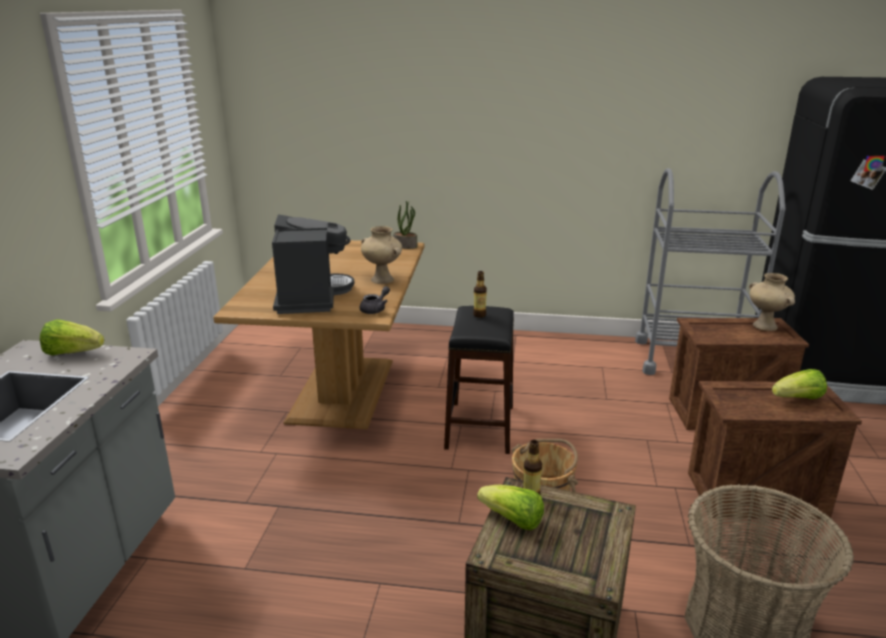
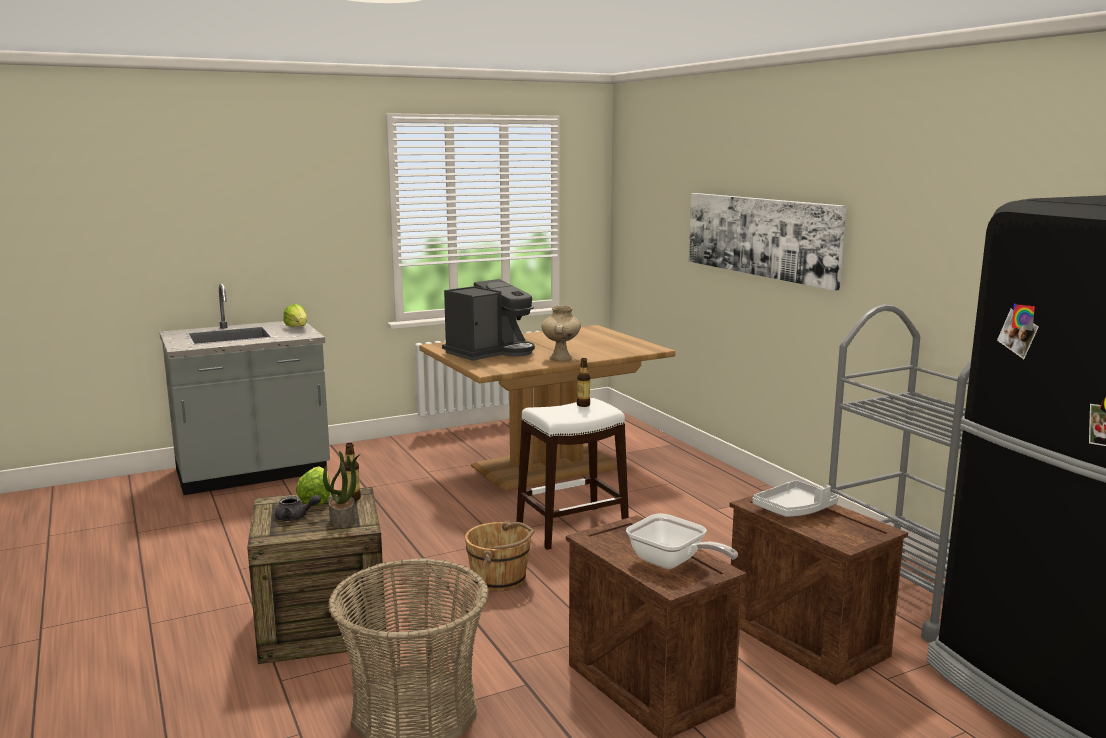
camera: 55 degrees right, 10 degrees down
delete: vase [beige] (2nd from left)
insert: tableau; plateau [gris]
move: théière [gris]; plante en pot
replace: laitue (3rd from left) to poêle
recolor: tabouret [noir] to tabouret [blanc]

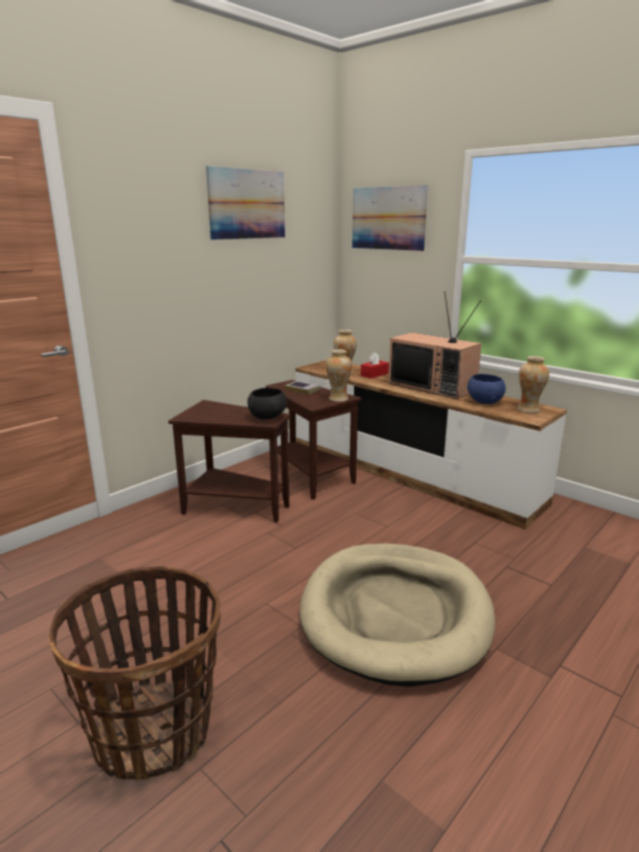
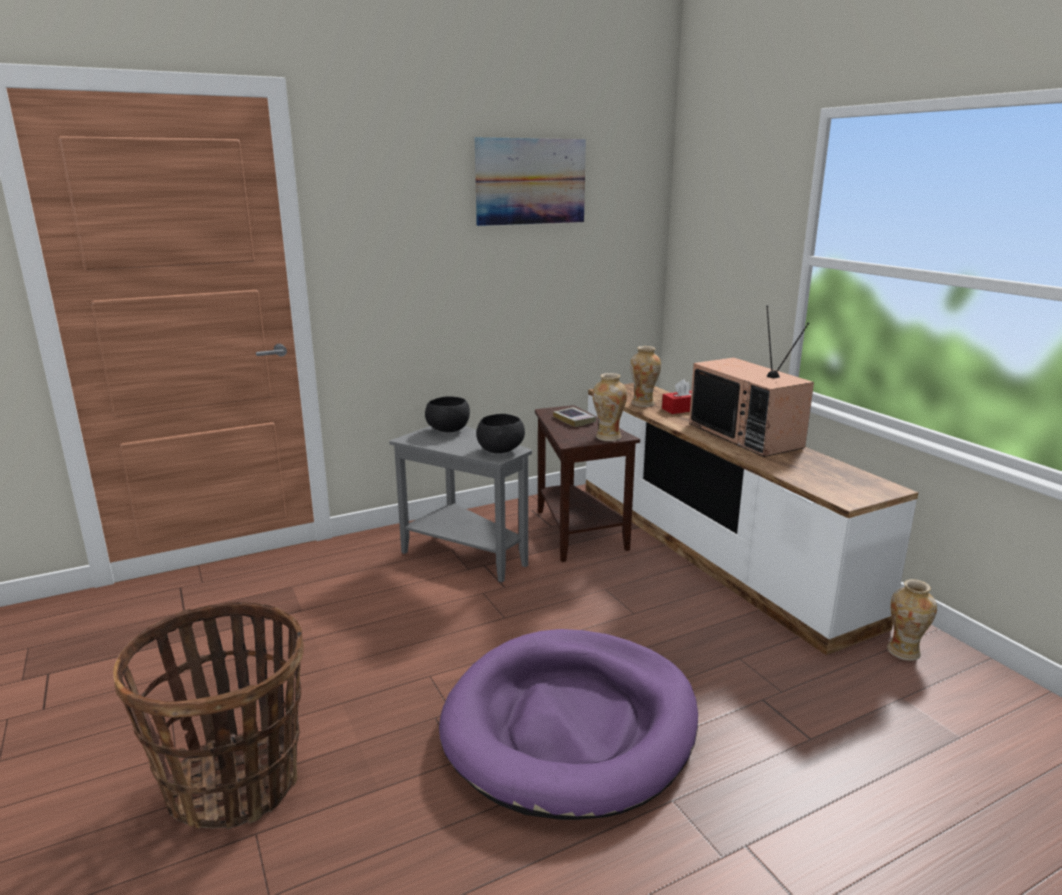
camera: 20 degrees right, 0 degrees up
delete: tableau (2nd from left); bol [bleu]
insert: bol [noir] (1st from left)
move: vase (3rd from left)
recolor: table d'appoint [marron] (1st from left) to table d'appoint [gris]; panier pour chien [beige] to panier pour chien [violet]

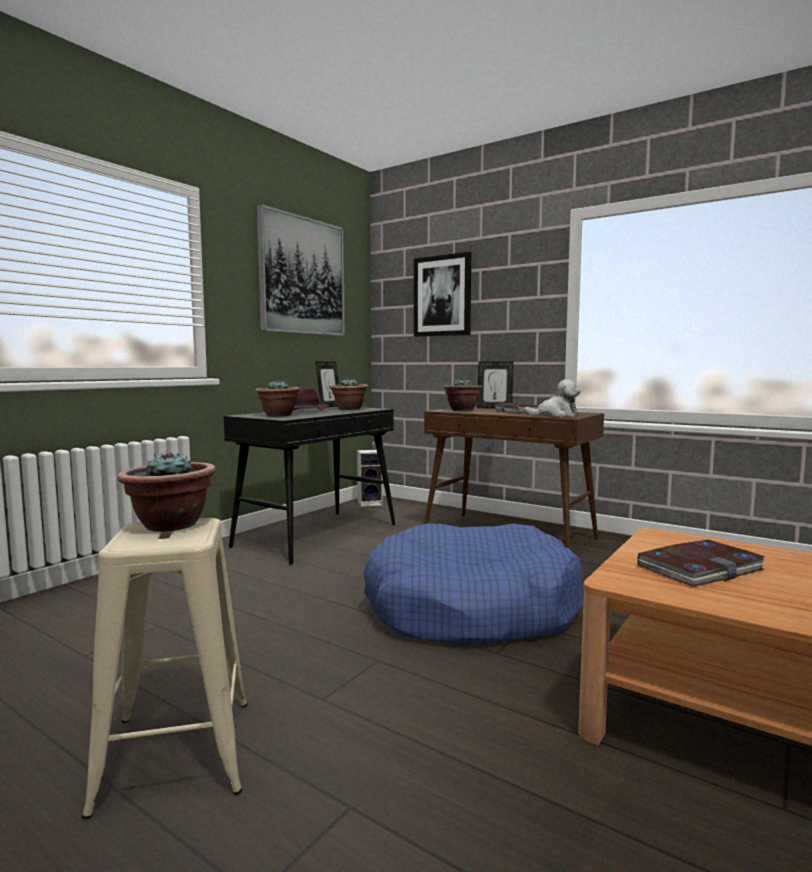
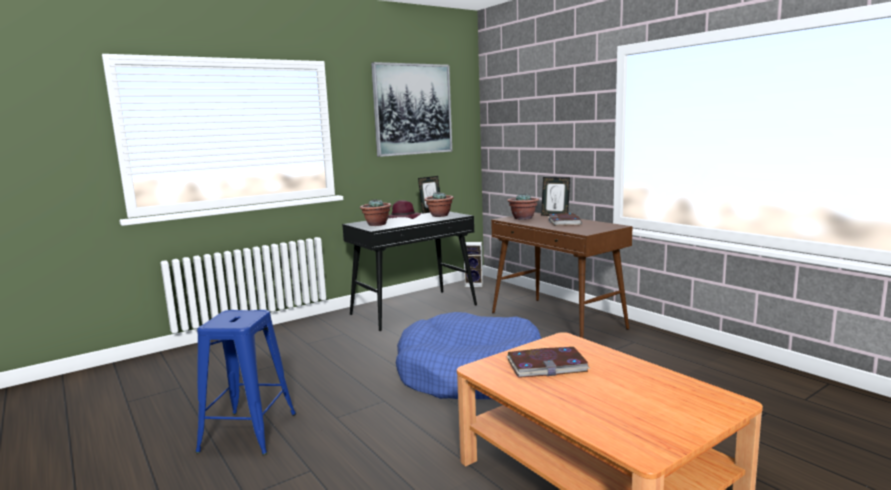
camera: 20 degrees right, 5 degrees up
delete: plante en pot (1st from left); tableau (2nd from left); peluche
recolor: tabouret [beige] to tabouret [bleu]

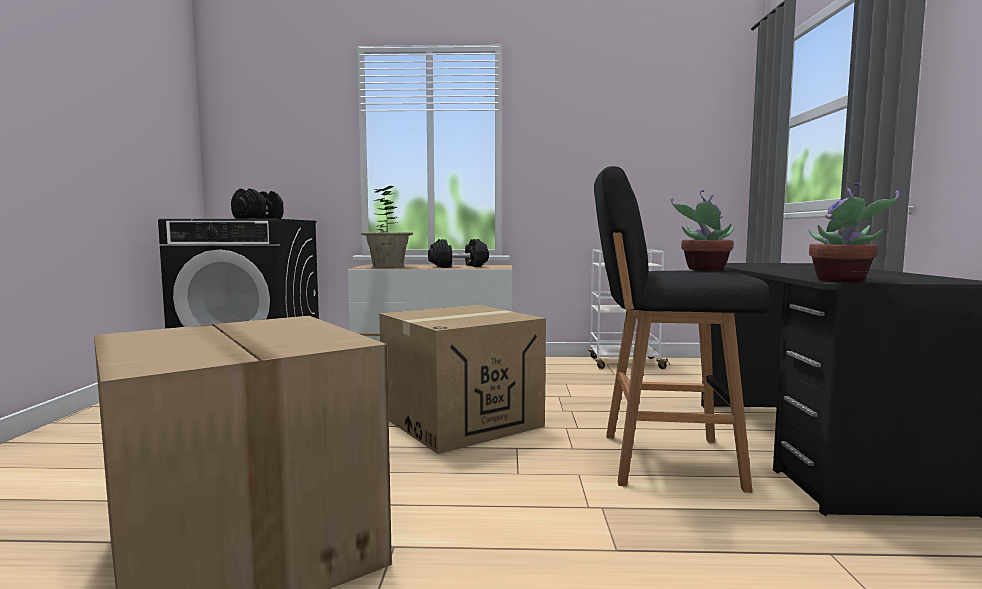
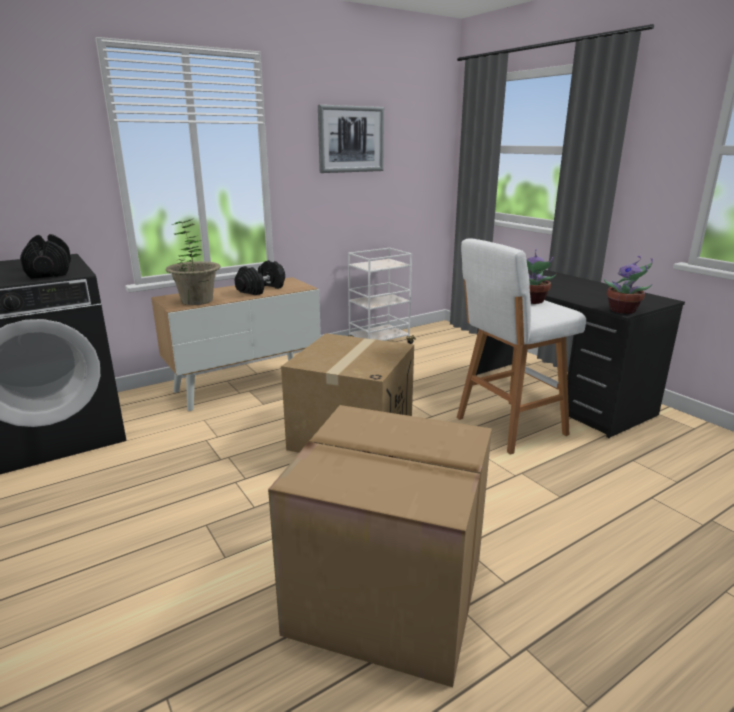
camera: 35 degrees left, 15 degrees up
insert: tableau
recolor: tabouret [noir] to tabouret [blanc]

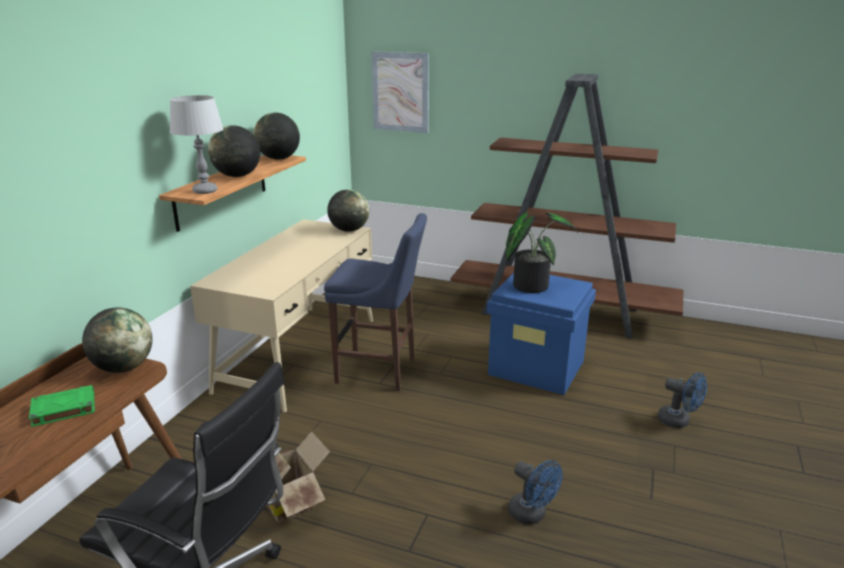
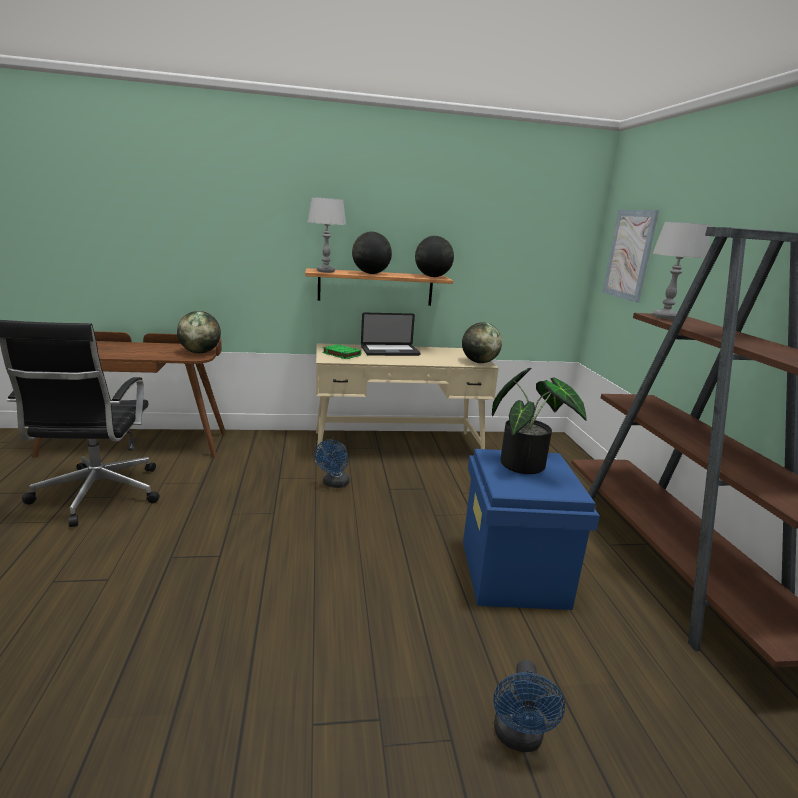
camera: 60 degrees right, 5 degrees down
delete: carton; tabouret [bleu]
insert: ordinateur portable; lampe de table [gris] (2nd from left)
move: ventilateur [bleu] (1st from left); livre [vert]

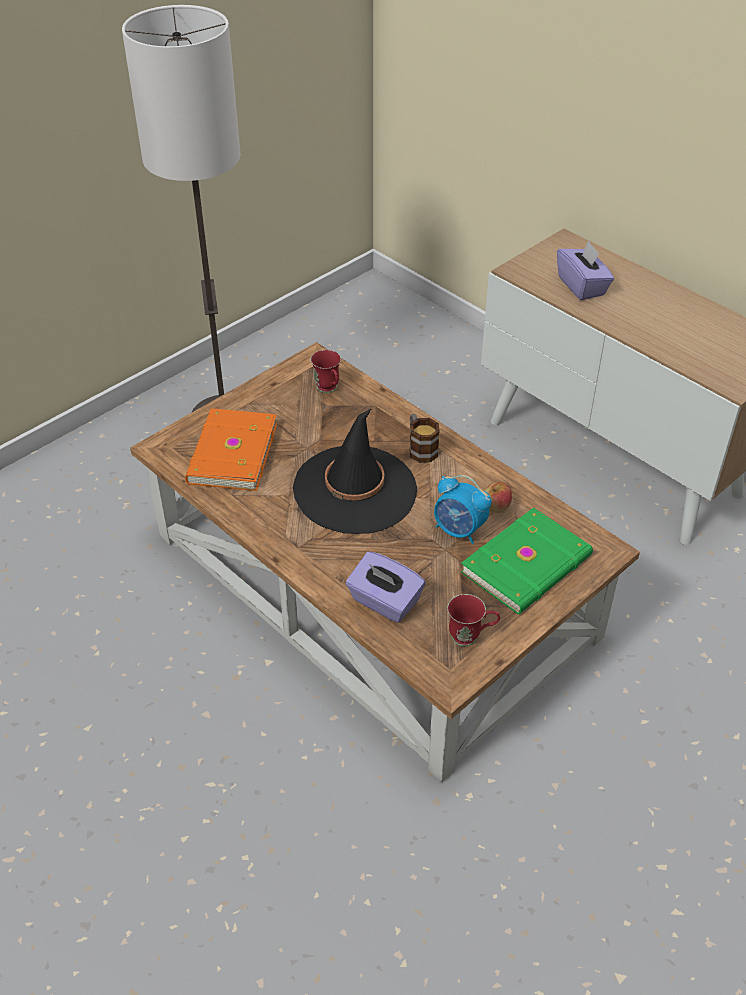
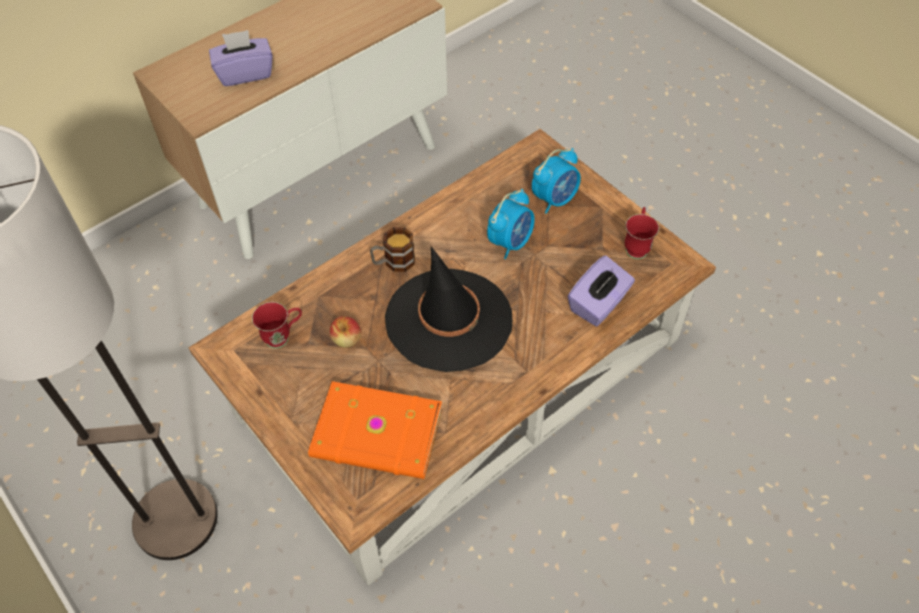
camera: 85 degrees left, 10 degrees up
move: pomme
replace: livre [vert] to réveil (2nd from left)

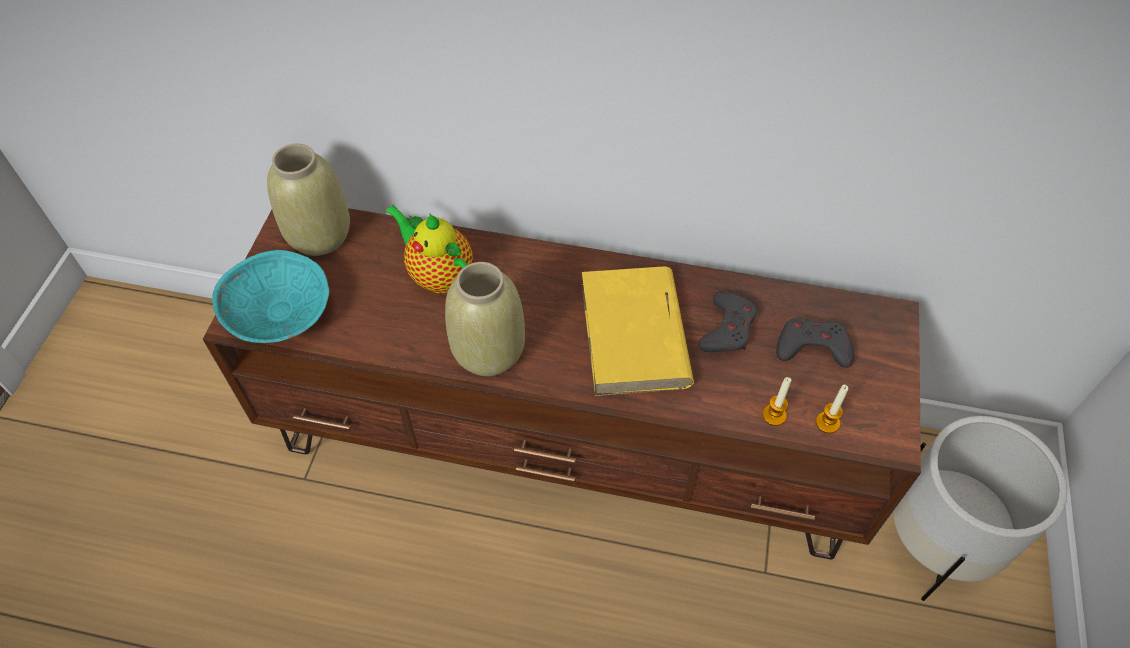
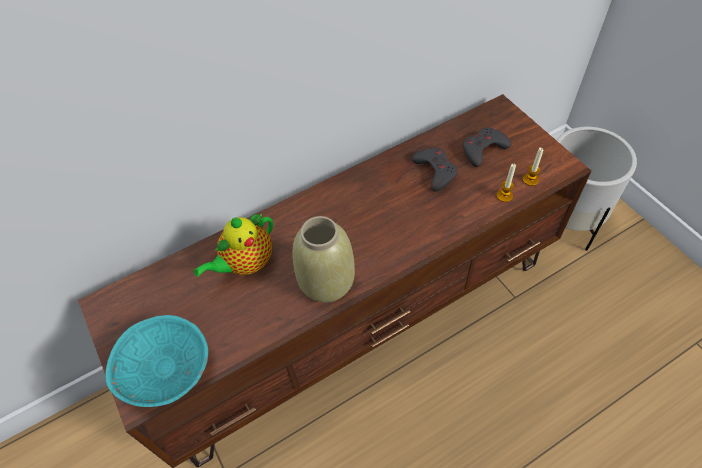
camera: 40 degrees left, 0 degrees up
delete: vase [beige] (1st from left); livre [jaune]
rotate: théière 45 degrees counterclockwise

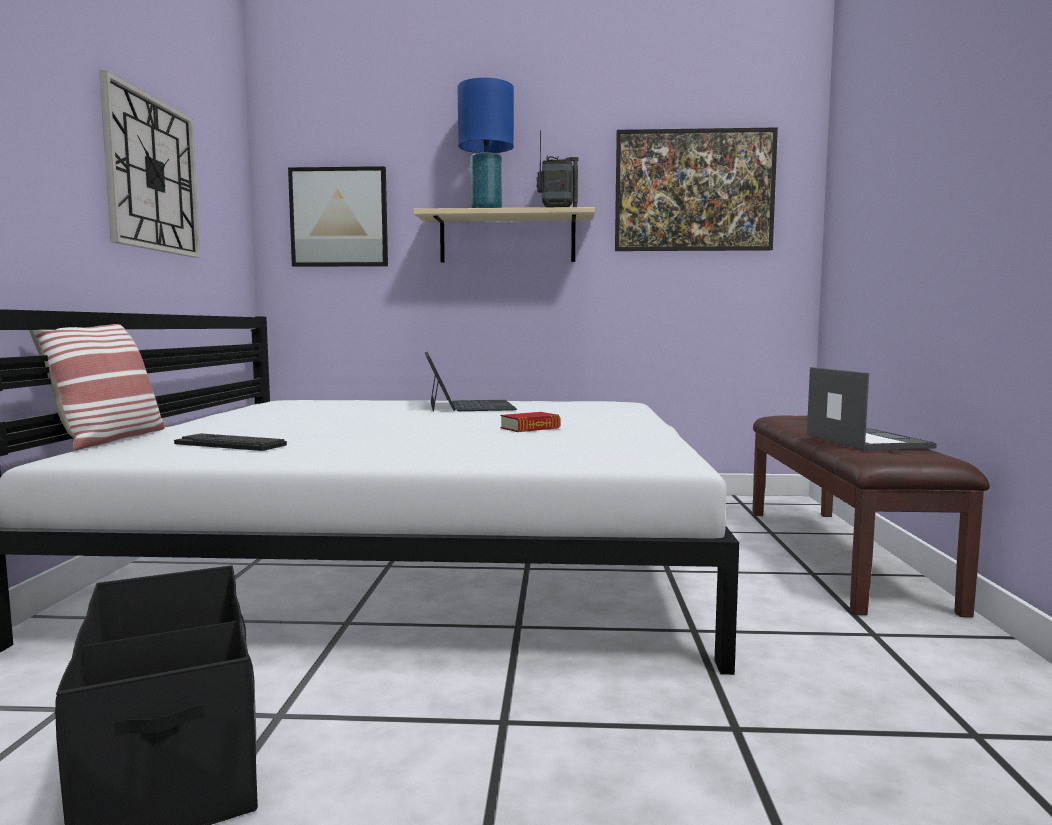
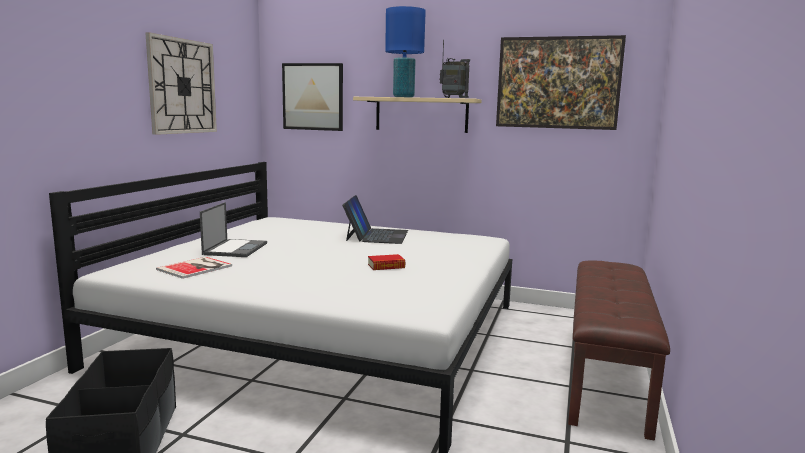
camera: 15 degrees right, 5 degrees up
delete: coussin
move: ordinateur portable (2nd from left in the first image) to ordinateur portable (1st from left)
replace: clavier to livre (1st from left)

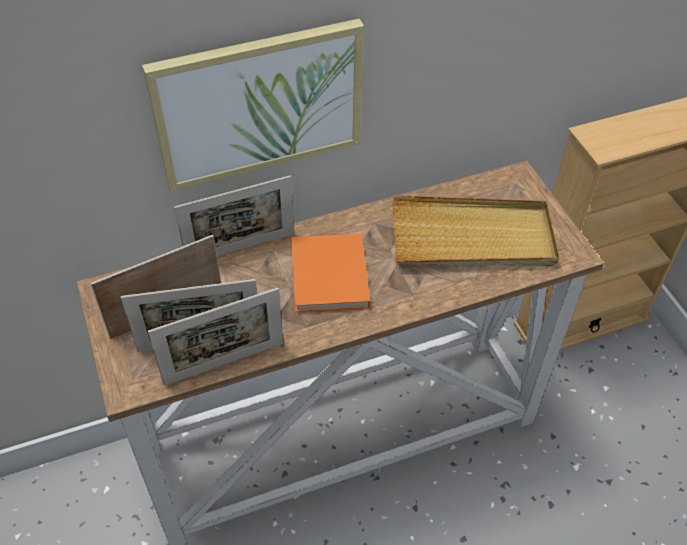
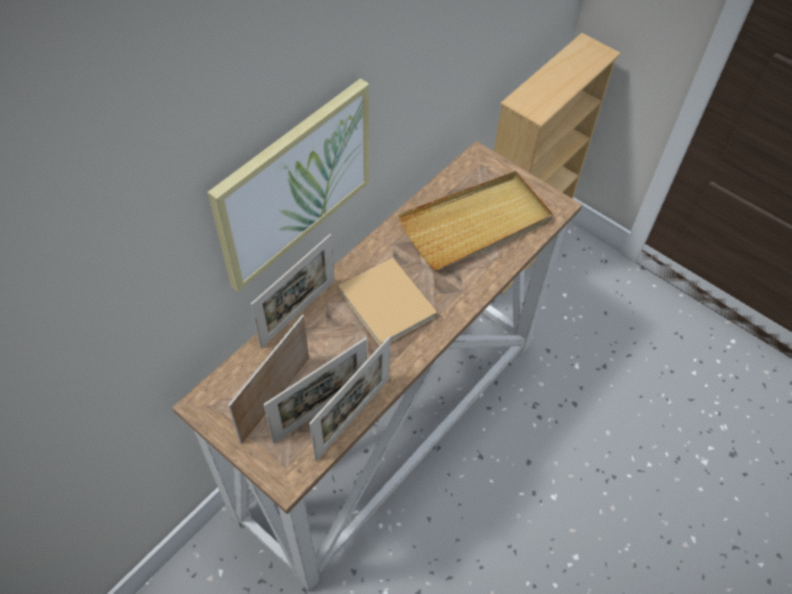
camera: 30 degrees left, 5 degrees up
recolor: livre [orange] to livre [beige]

